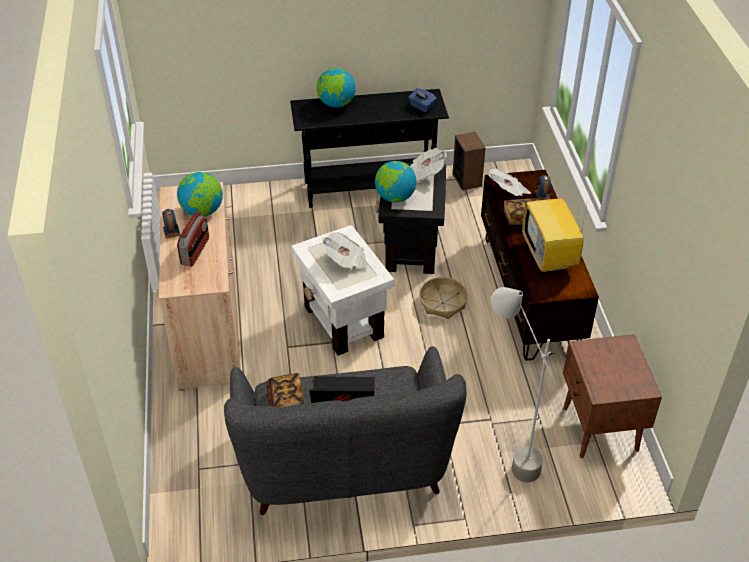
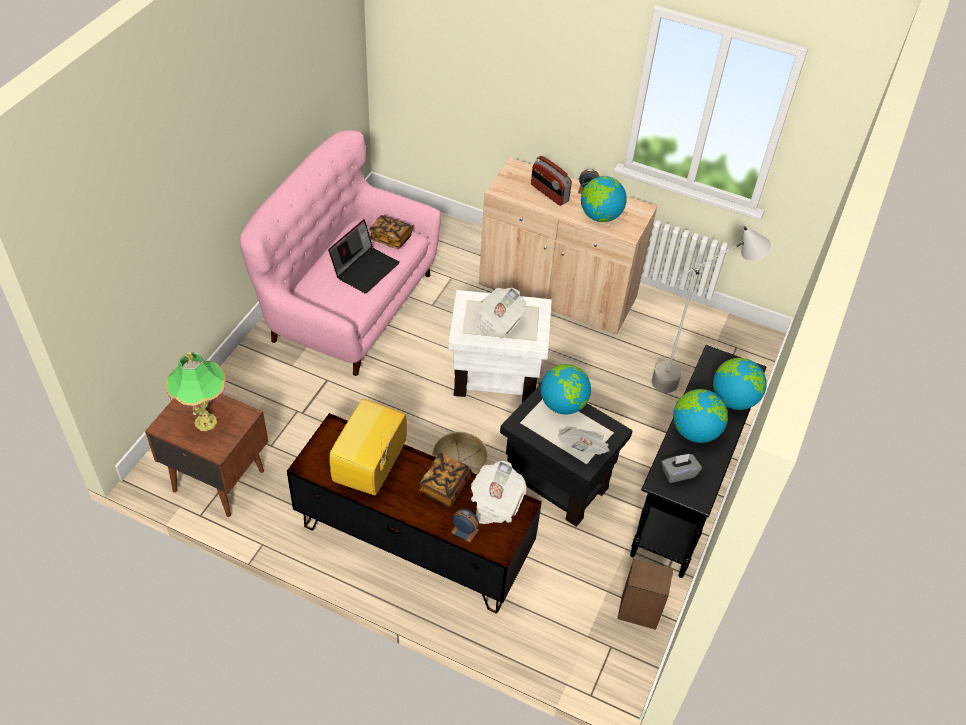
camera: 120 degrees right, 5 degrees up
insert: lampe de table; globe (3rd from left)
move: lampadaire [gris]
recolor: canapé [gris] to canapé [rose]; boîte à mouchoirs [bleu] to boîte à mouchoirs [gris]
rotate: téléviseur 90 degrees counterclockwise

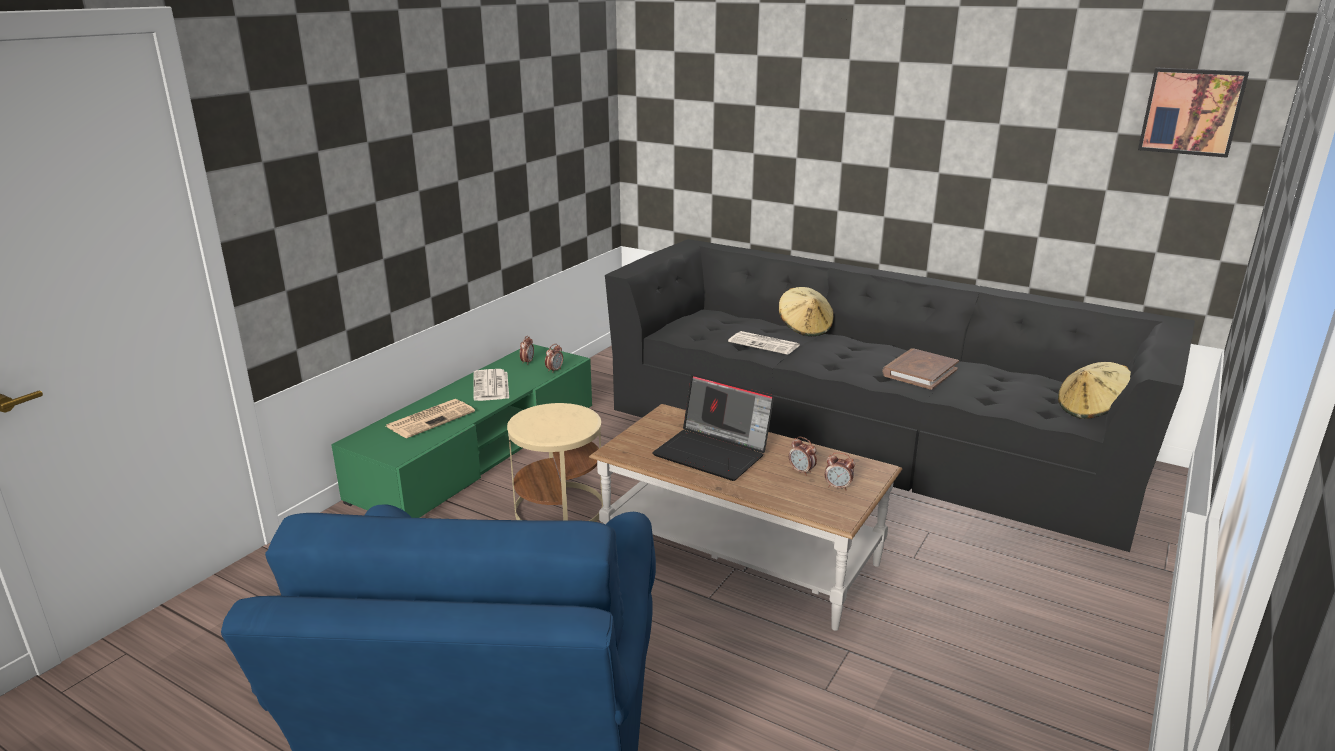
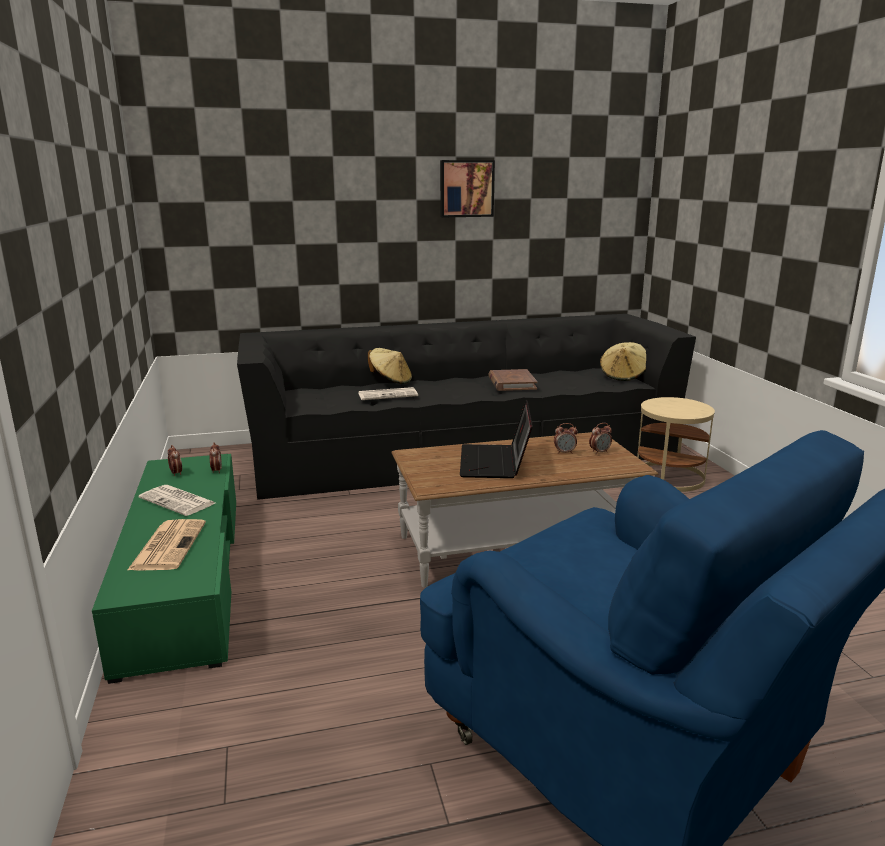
camera: 45 degrees left, 5 degrees down
move: tableau; table d'appoint [beige]
rotate: ordinateur portable 105 degrees clockwise

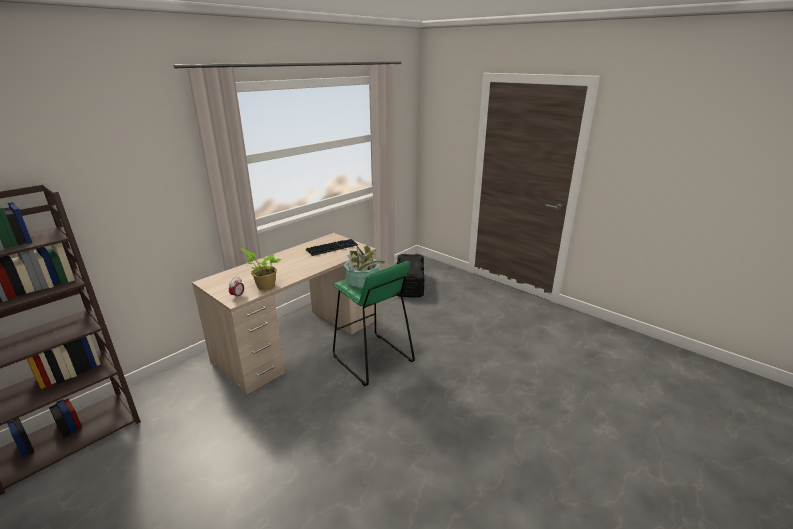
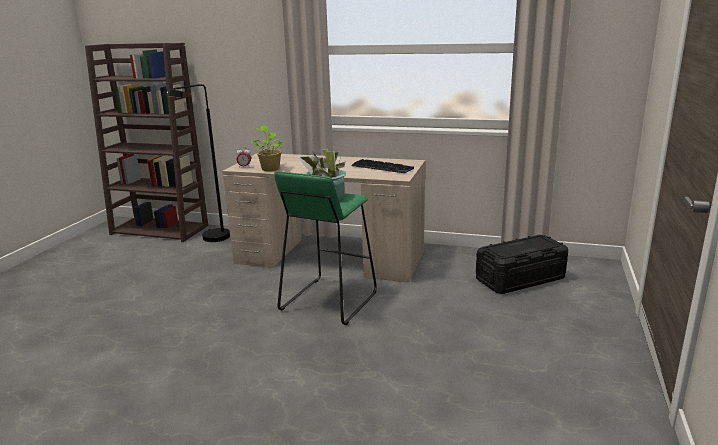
camera: 65 degrees right, 5 degrees down
insert: lampadaire [noir]

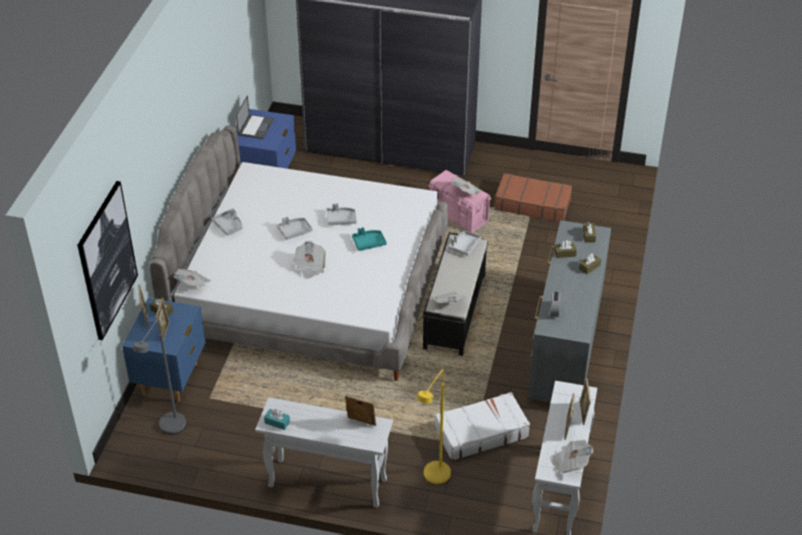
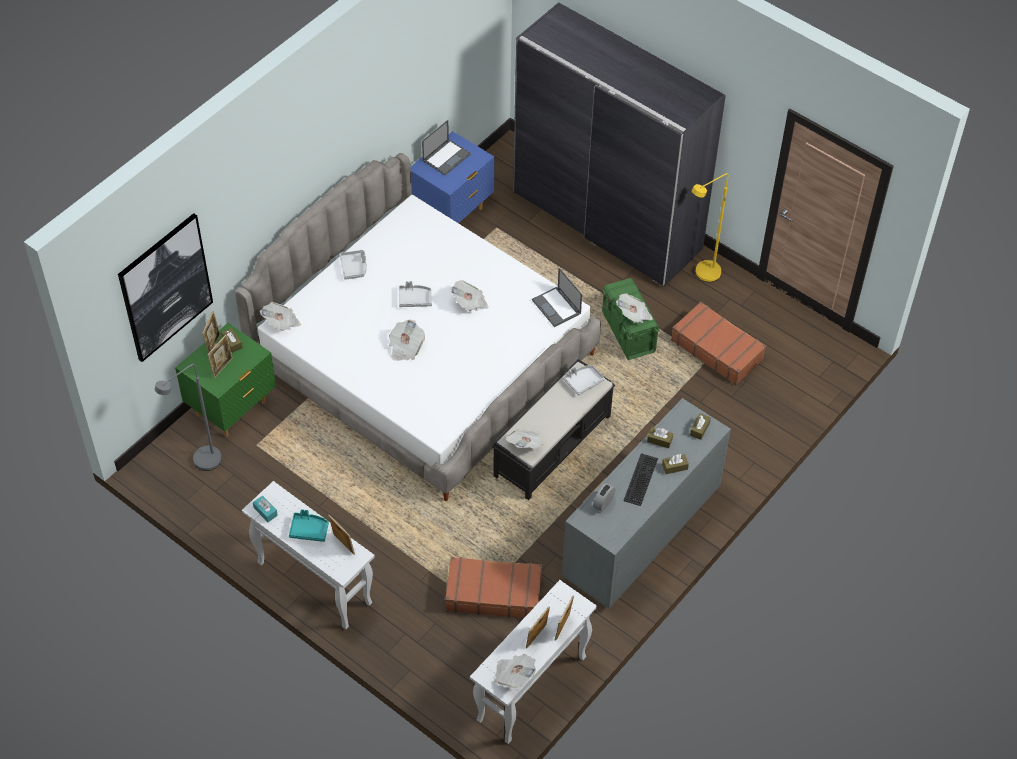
camera: 25 degrees right, 10 degrees up
insert: ordinateur portable (2nd from left); clavier
move: plateau [turquoise]; lampadaire [jaune]
replace: plateau [gris] (3rd from left) to journal (3rd from left)
recolor: table de chevet [bleu] (1st from left) to table de chevet [vert]; valise [blanc] to valise [marron] (1st from left); boîte de rangement [rose] to boîte de rangement [vert]

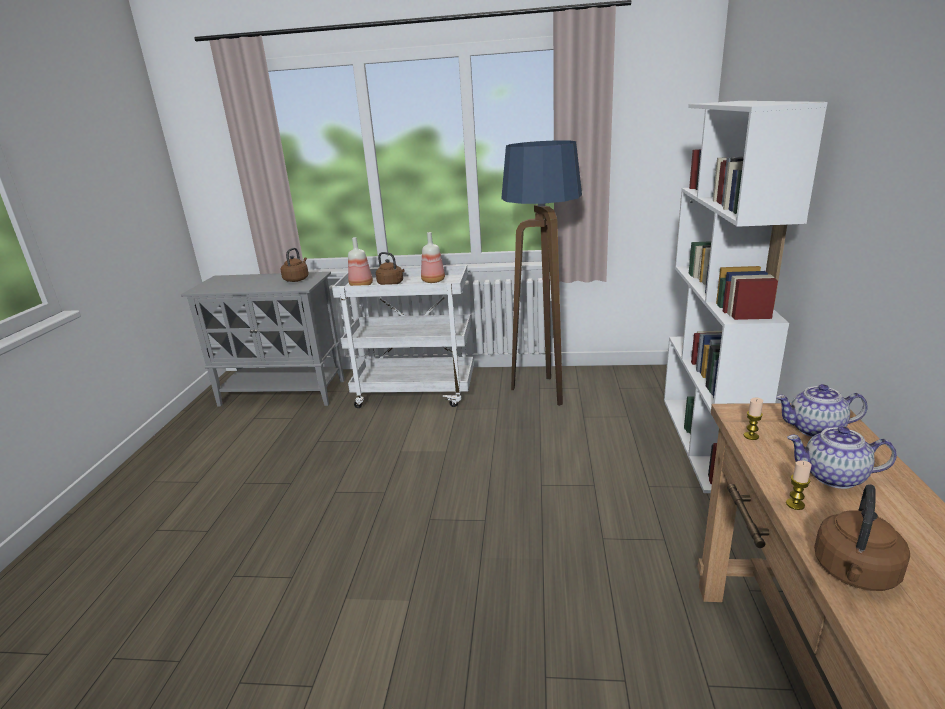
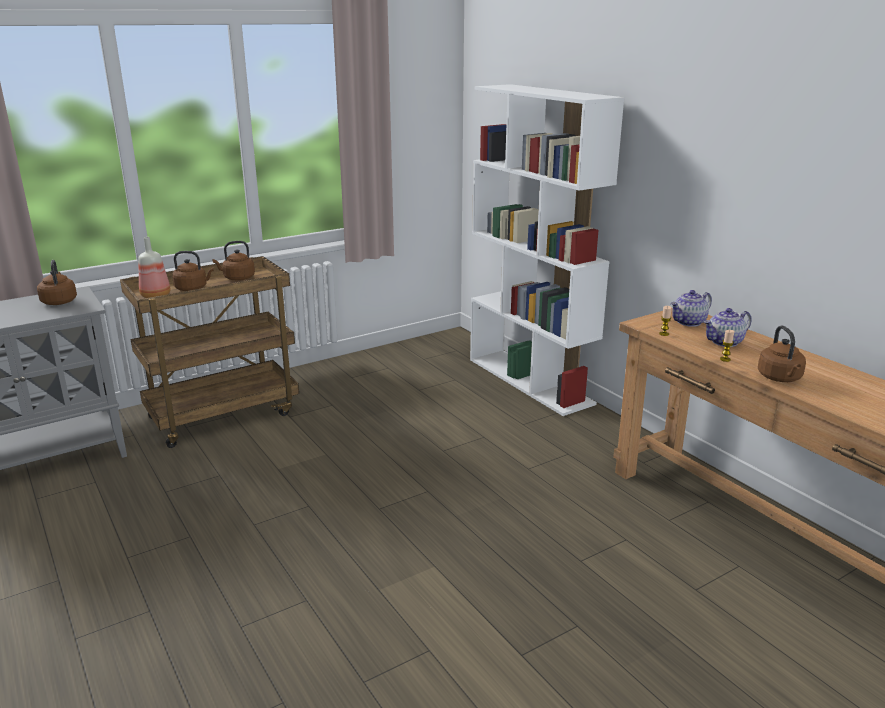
camera: 40 degrees left, 0 degrees up
delete: lampadaire
replace: bouteille (2nd from left) to bouilloire [marron] (3rd from left)
recolor: chariot [blanc] to chariot [marron]

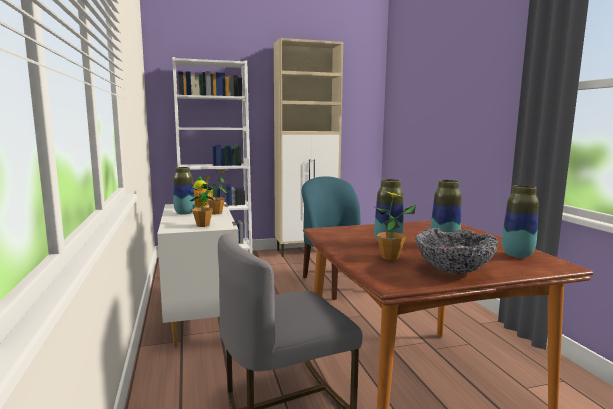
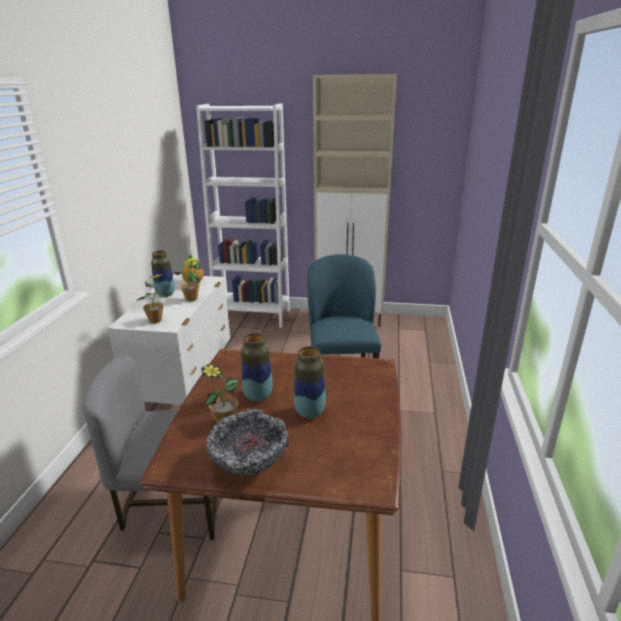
camera: 25 degrees right, 15 degrees up
delete: vase (4th from left)

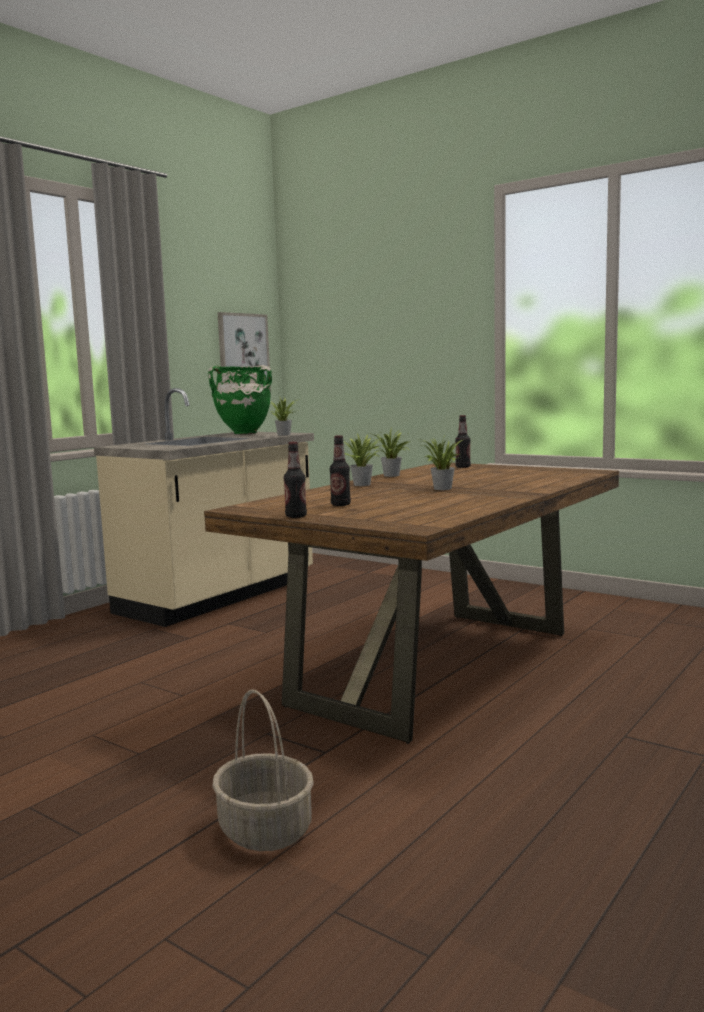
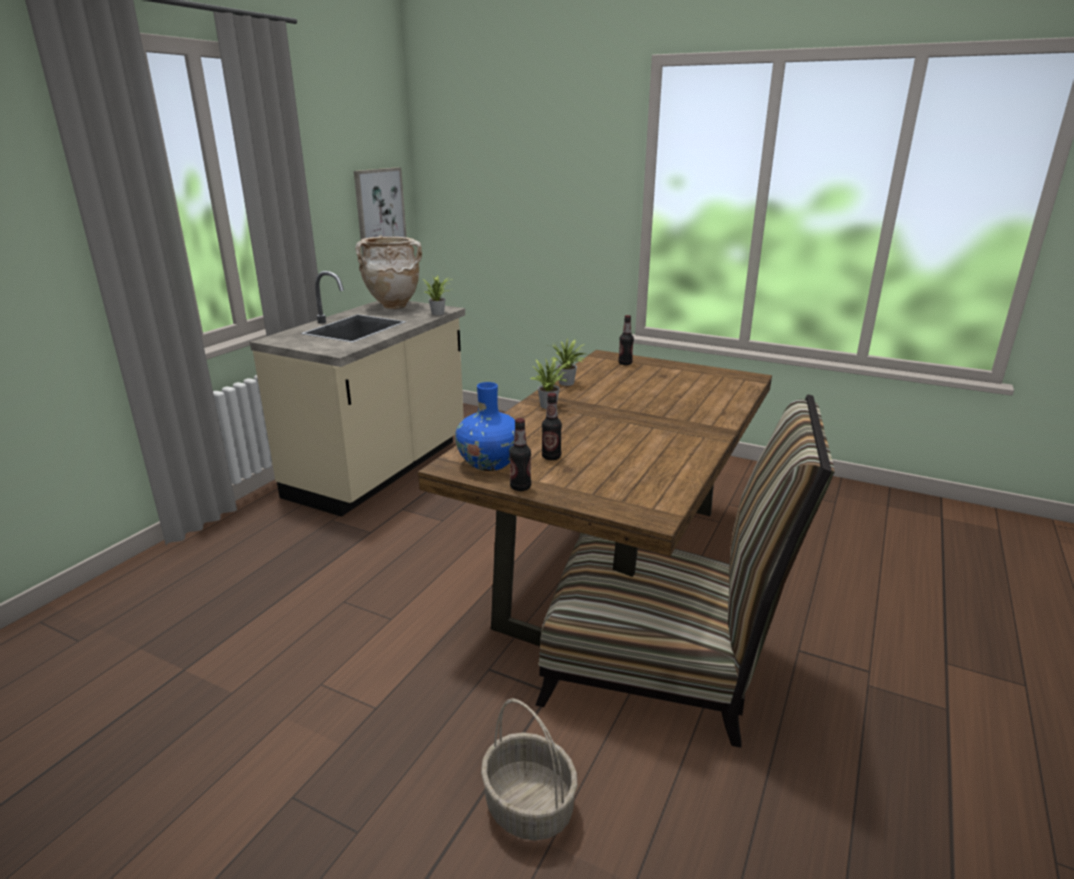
camera: 10 degrees left, 15 degrees up
delete: plante en pot (4th from left)
insert: vase [bleu]; chaise
recolor: vase [vert] to vase [beige]

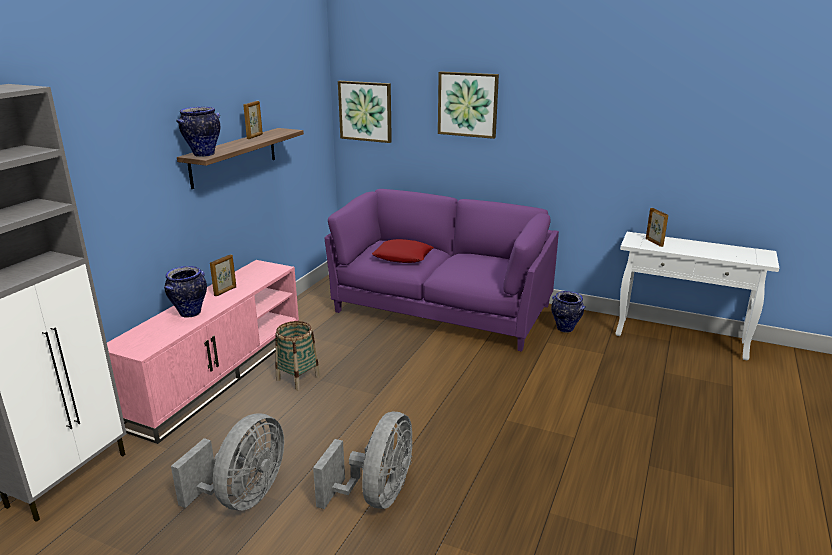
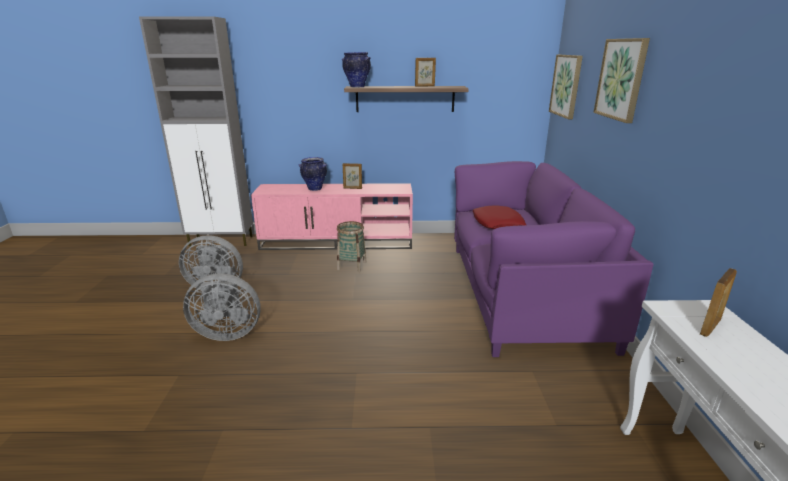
camera: 65 degrees right, 0 degrees up
delete: vase (3rd from left)

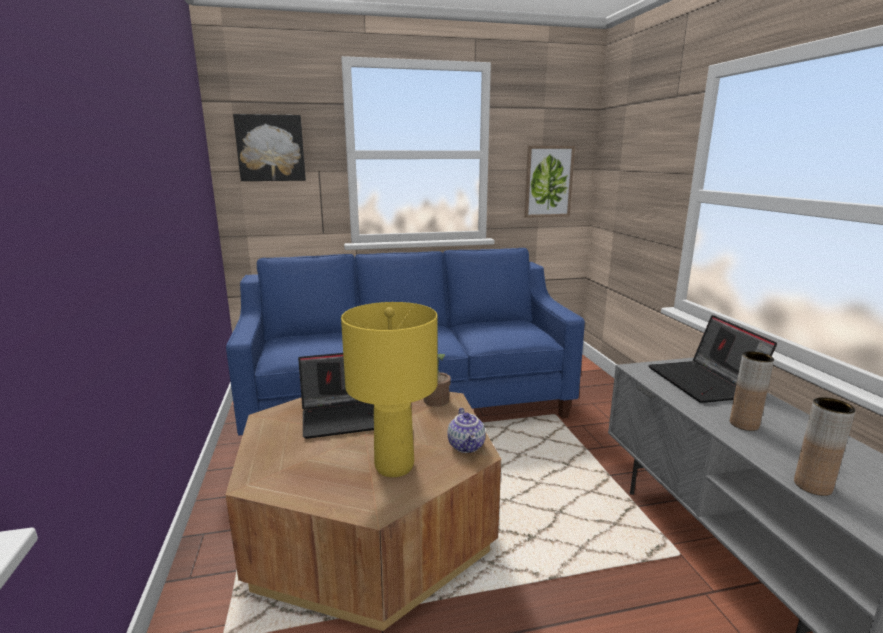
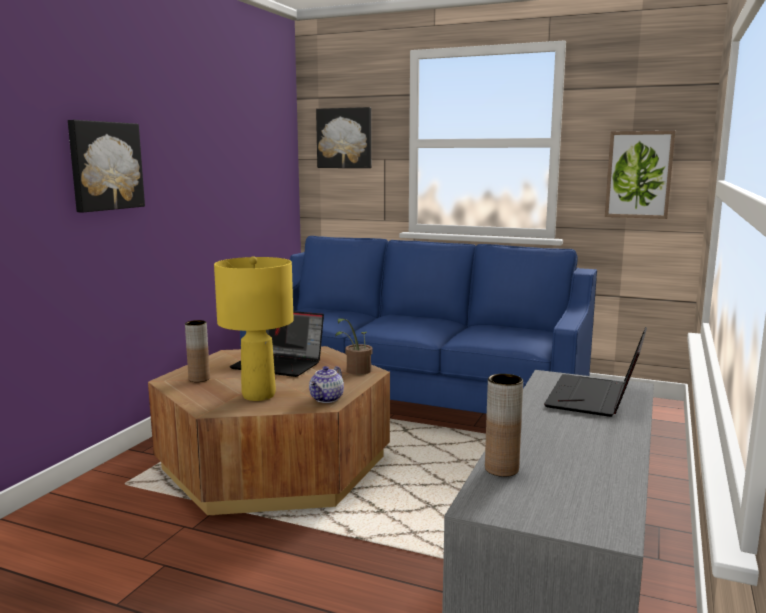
camera: 35 degrees right, 5 degrees down
insert: tableau (1st from left)
move: vase [marron] (1st from left)

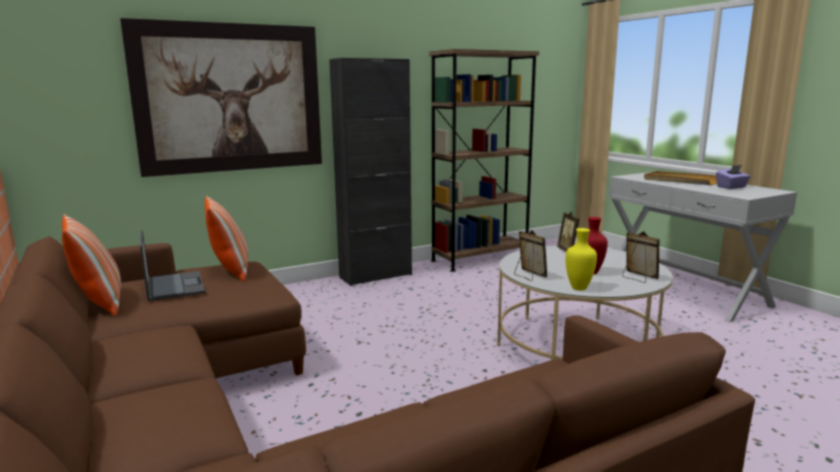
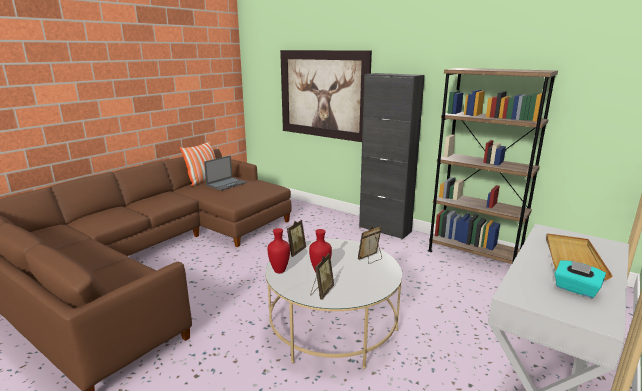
camera: 65 degrees right, 5 degrees up
delete: coussin (2nd from left)
recolor: vase [jaune] to vase [rouge] (1st from left); boîte à mouchoirs [violet] to boîte à mouchoirs [turquoise]

